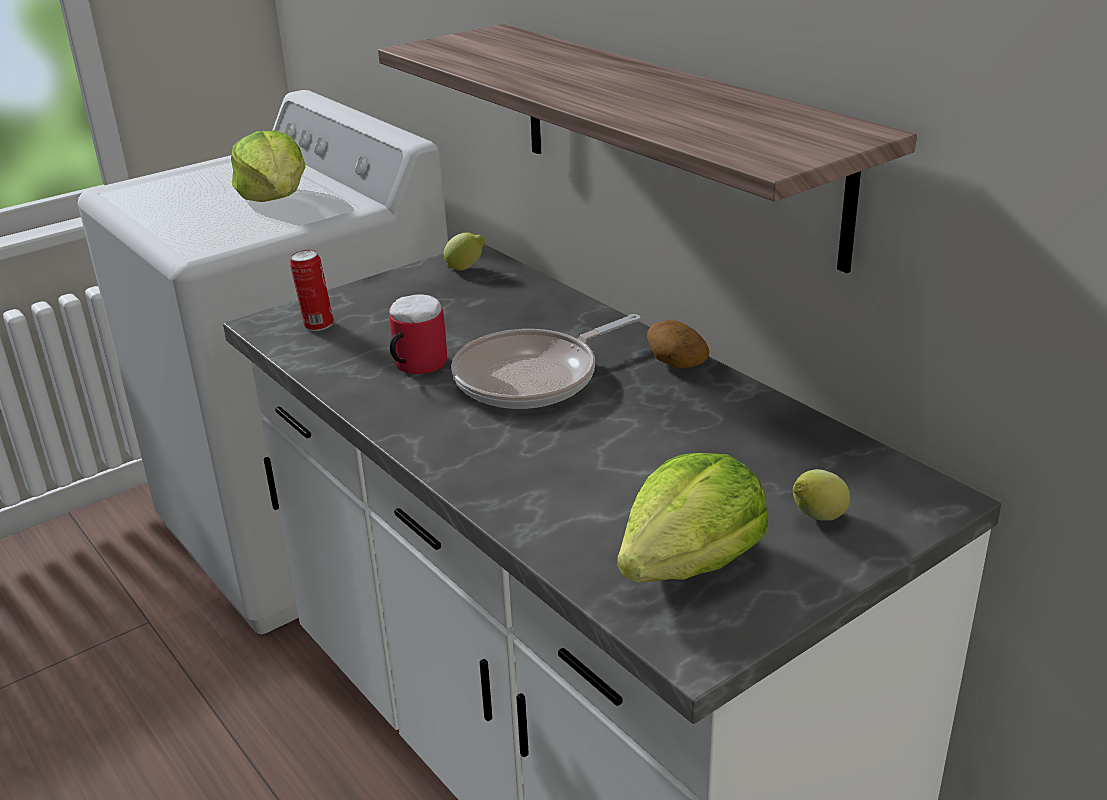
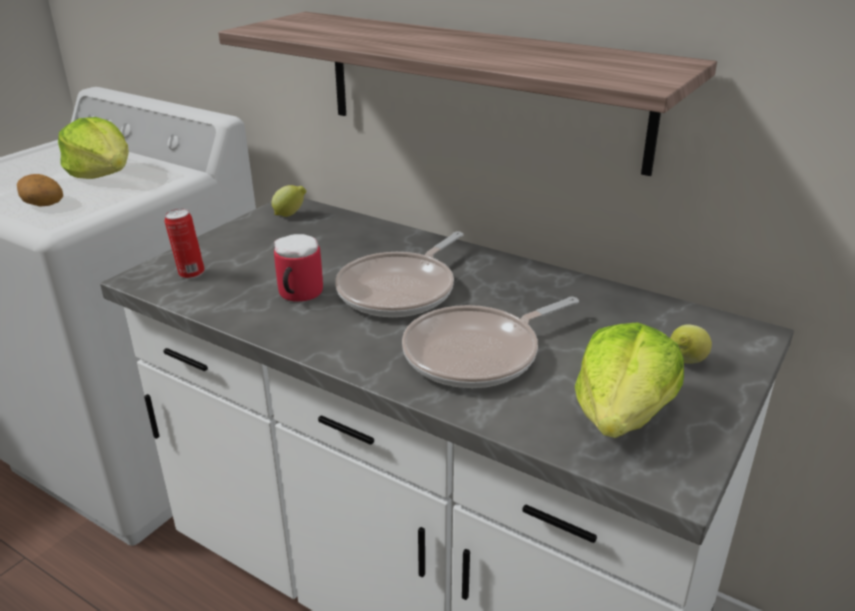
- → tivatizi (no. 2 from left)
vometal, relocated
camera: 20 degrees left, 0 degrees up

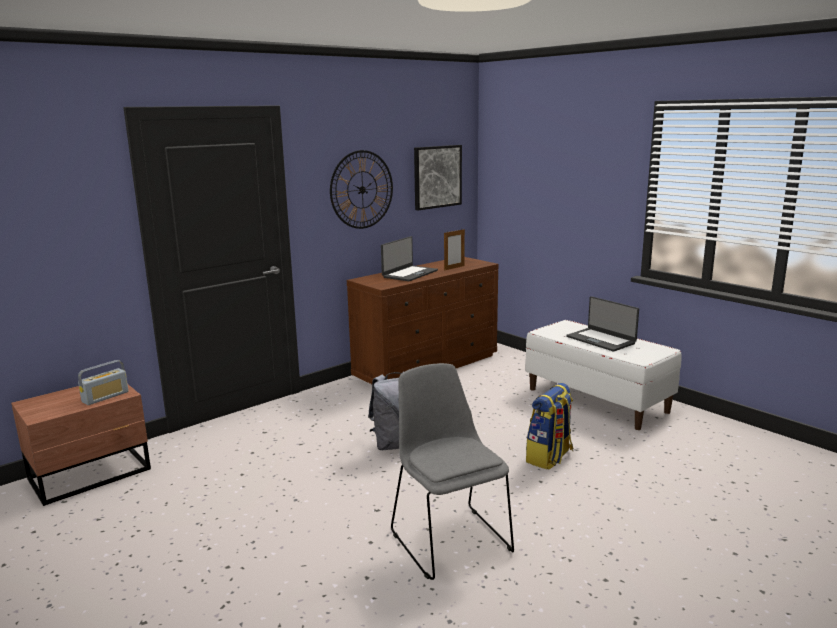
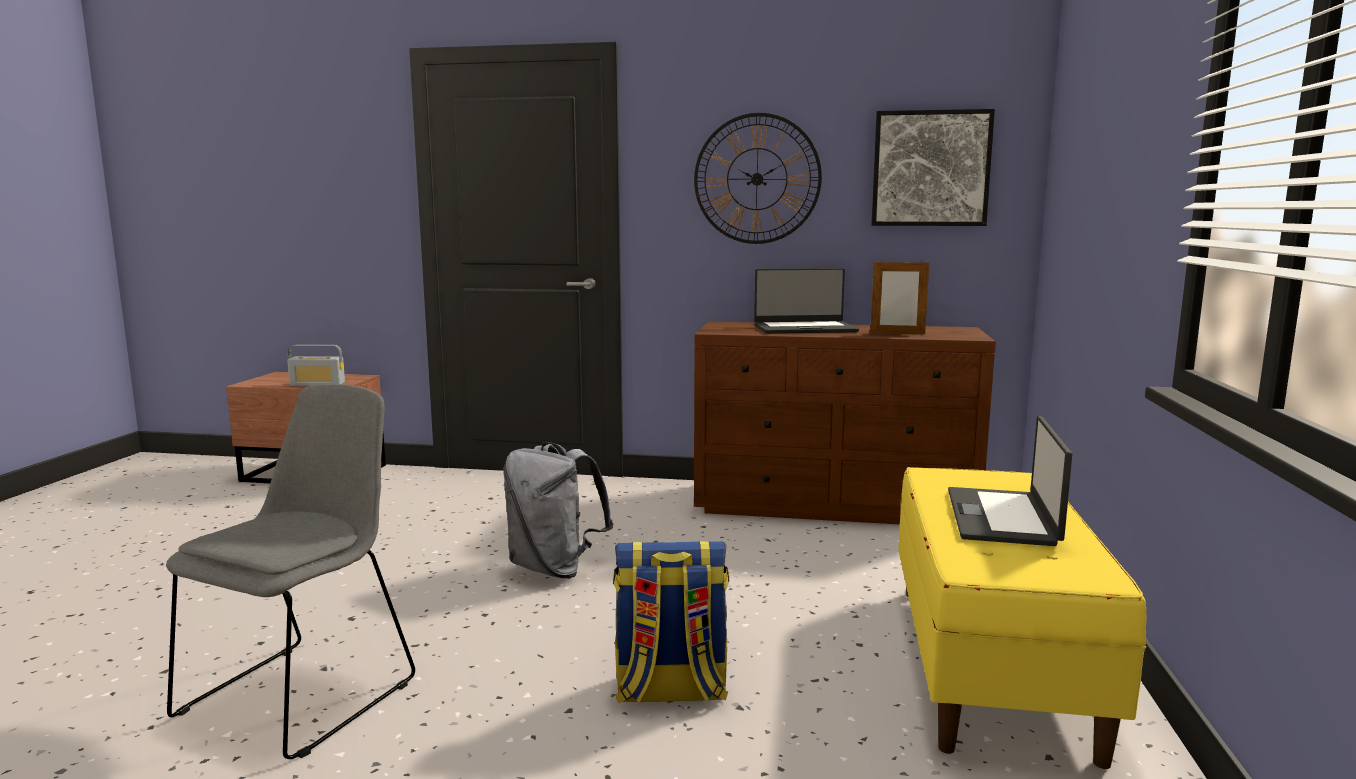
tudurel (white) → tudurel (yellow)
camera: 50 degrees right, 5 degrees down

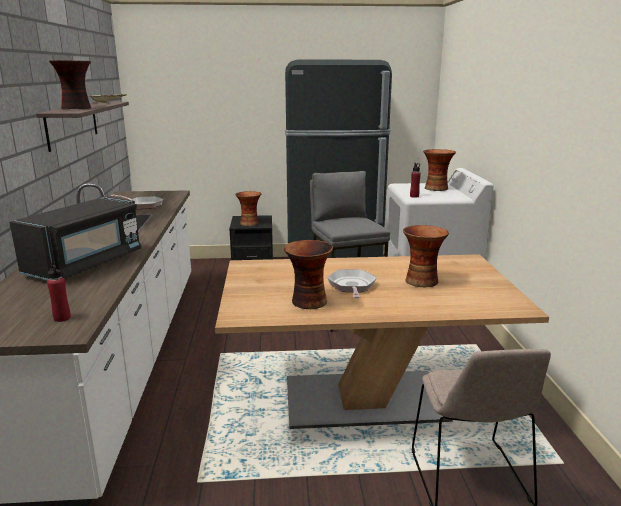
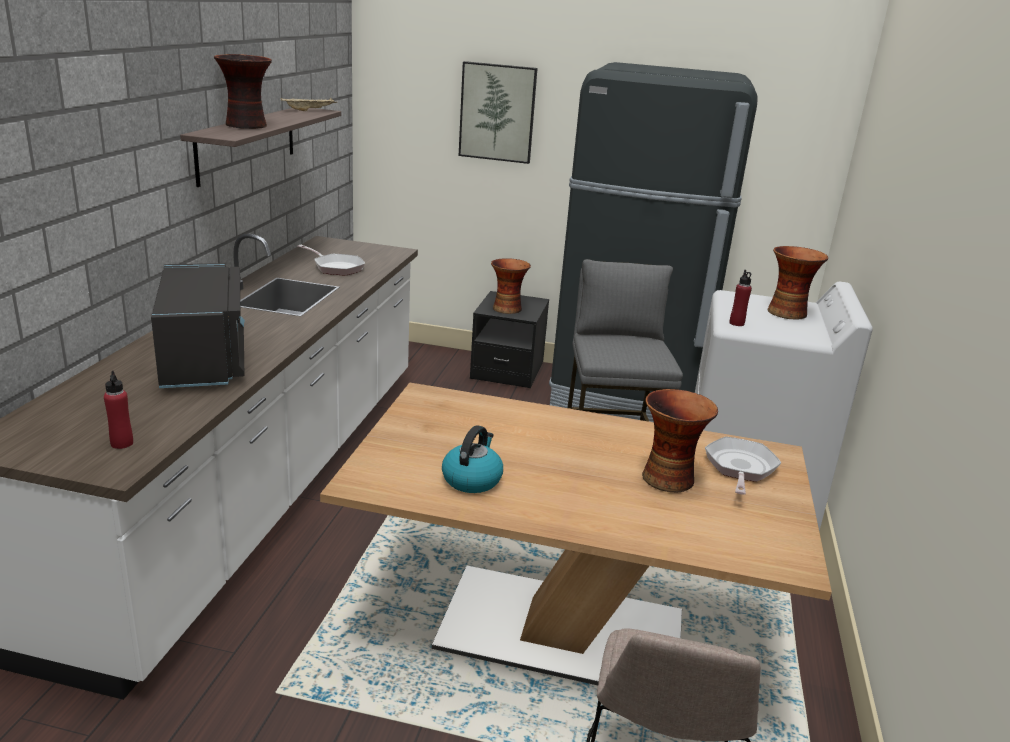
- → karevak
tivatizi (no. 2 from left), relocated
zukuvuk (no. 3 from left) → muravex
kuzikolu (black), 60 degrees counterclockwise
camera: 15 degrees right, 5 degrees up

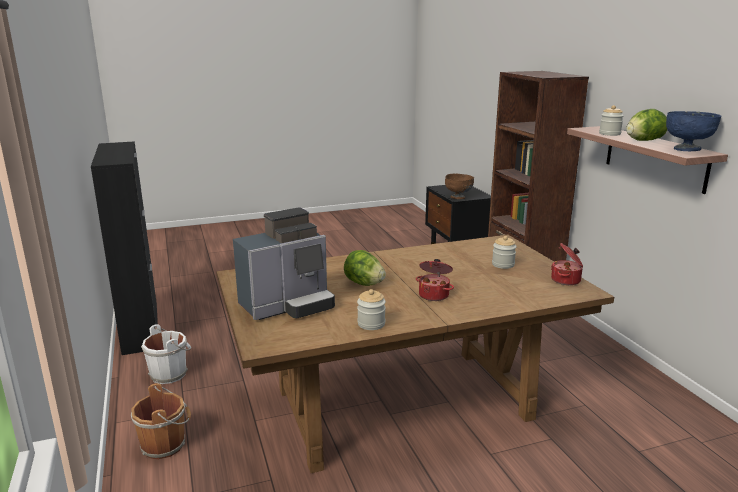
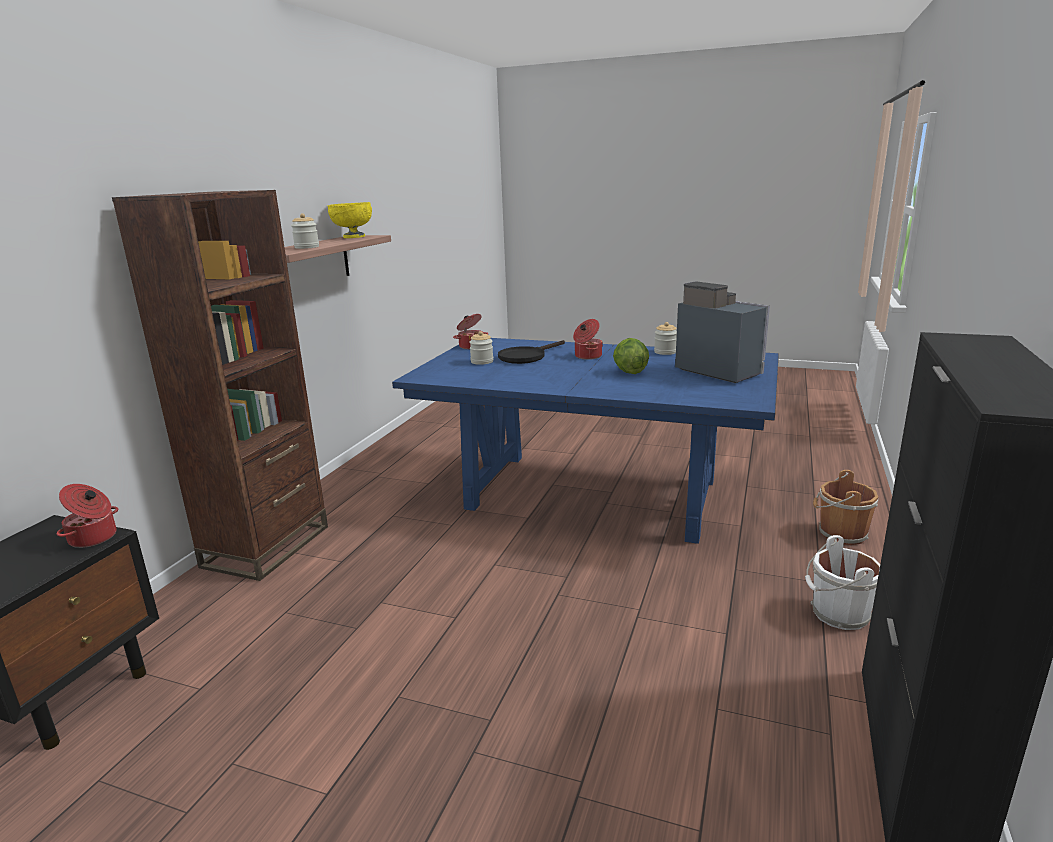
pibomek (no. 2 from left) → -
- → tivatizi (black)
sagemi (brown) → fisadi (no. 1 from left)
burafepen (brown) → burafepen (blue)
sagemi (blue) → sagemi (yellow)
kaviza, 45 degrees clockwise
camera: 140 degrees left, 0 degrees up

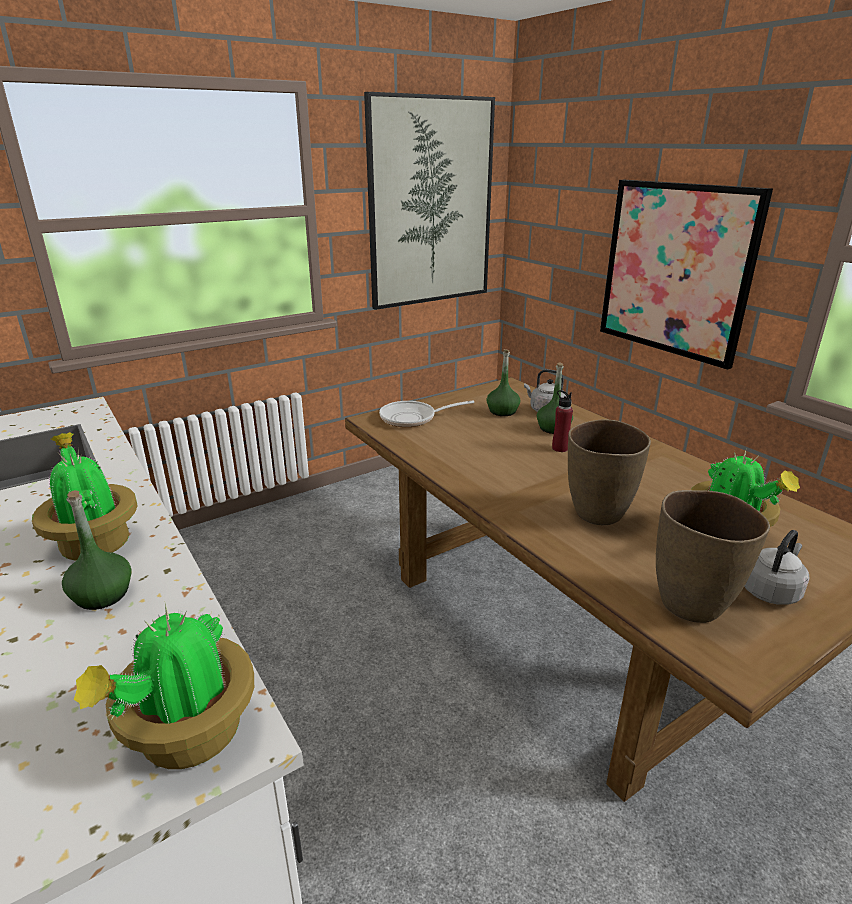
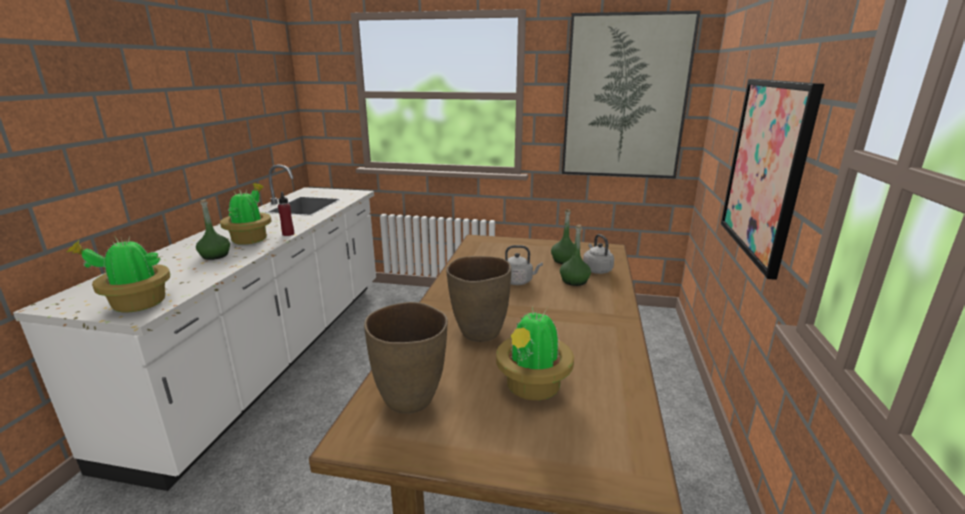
tivatizi → -
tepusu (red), relocated
muravex (grey) (no. 2 from left in the first image) → muravex (grey) (no. 1 from left), relocated
camera: 45 degrees right, 5 degrees down

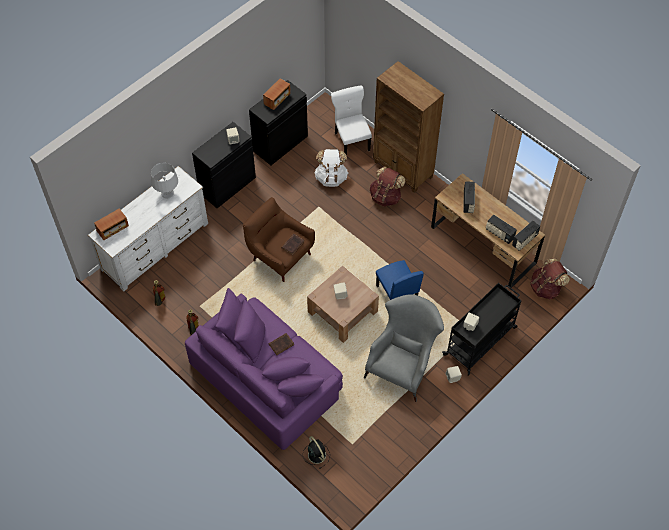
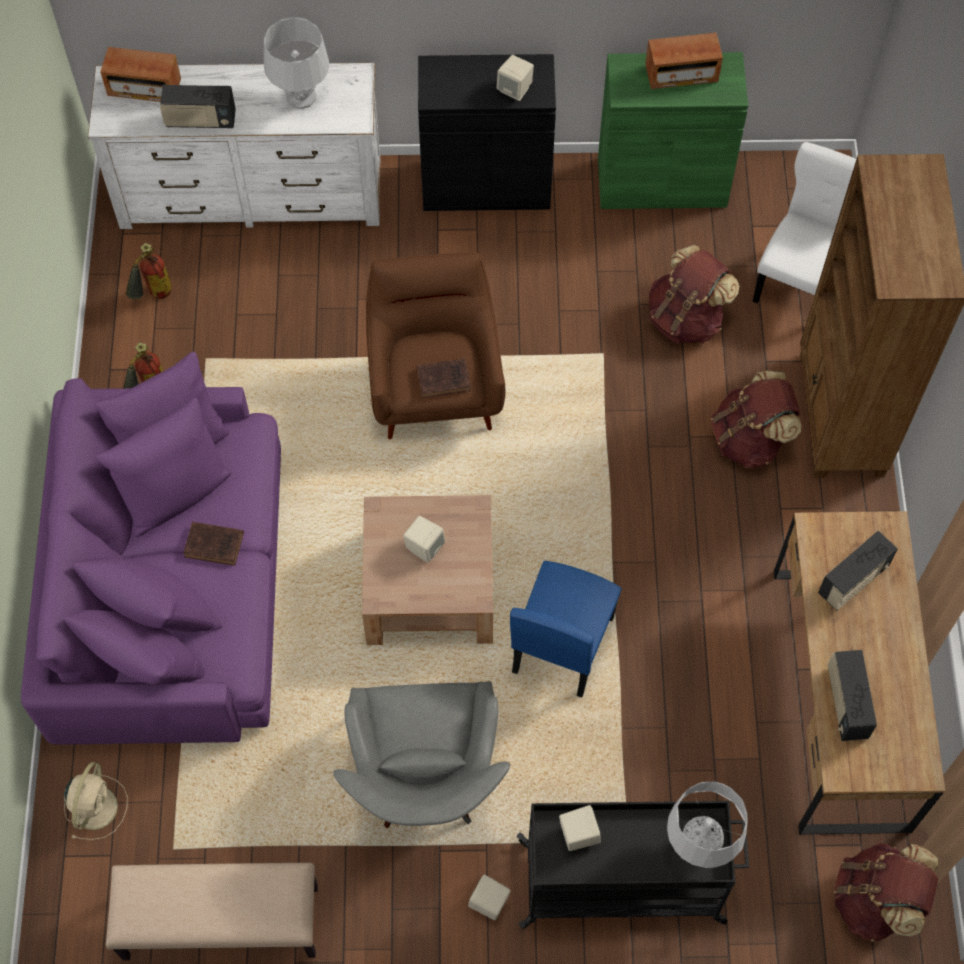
- → tudurel (beige)
- → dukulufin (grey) (no. 2 from left)
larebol (no. 5 from left in the first image) → larebol (no. 2 from left), relocated
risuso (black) (no. 2 from left) → risuso (green)
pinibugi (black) → pinibugi (beige)
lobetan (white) → lobetan (brown) (no. 1 from left)
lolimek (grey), 105 degrees clockwise
camera: 45 degrees right, 5 degrees up

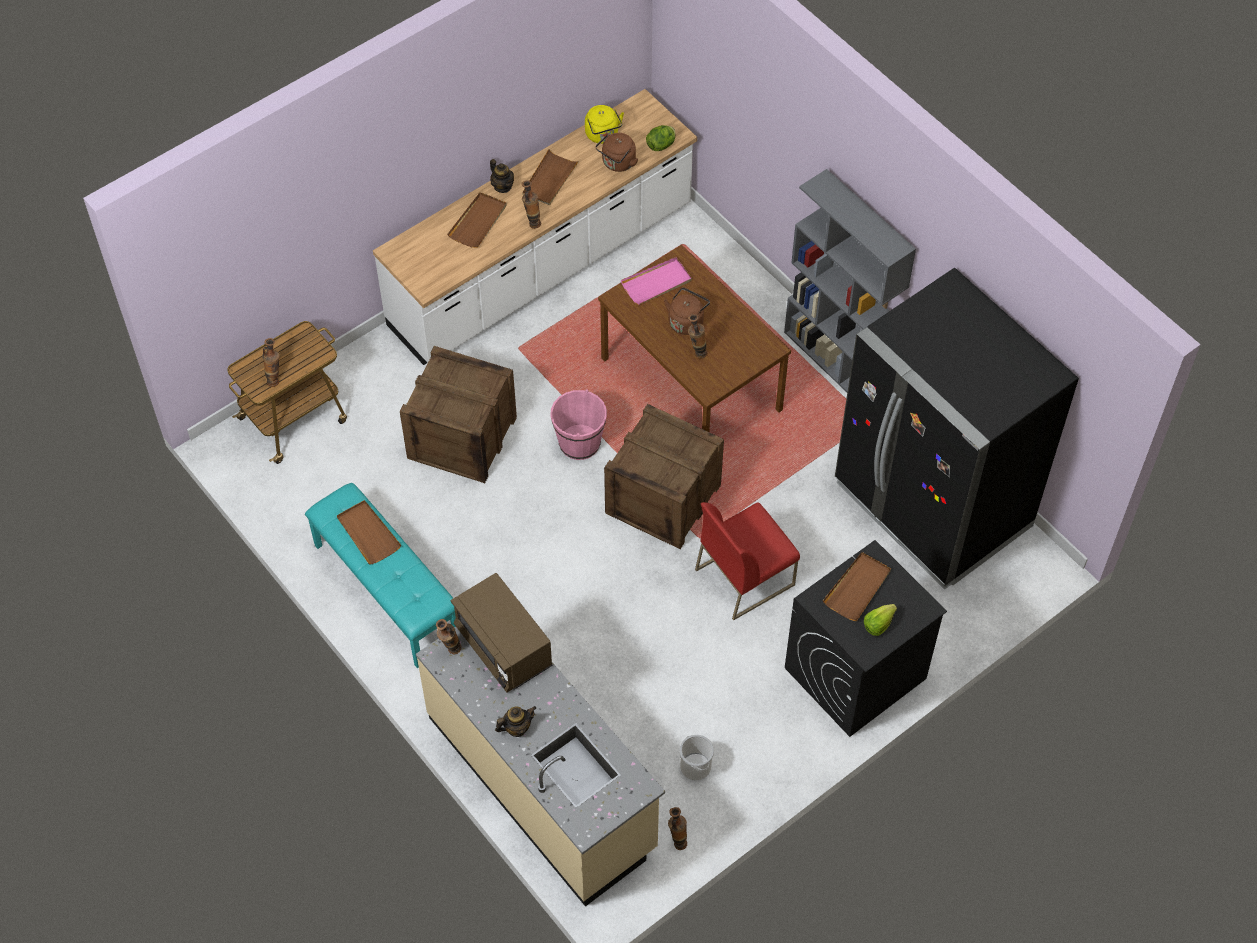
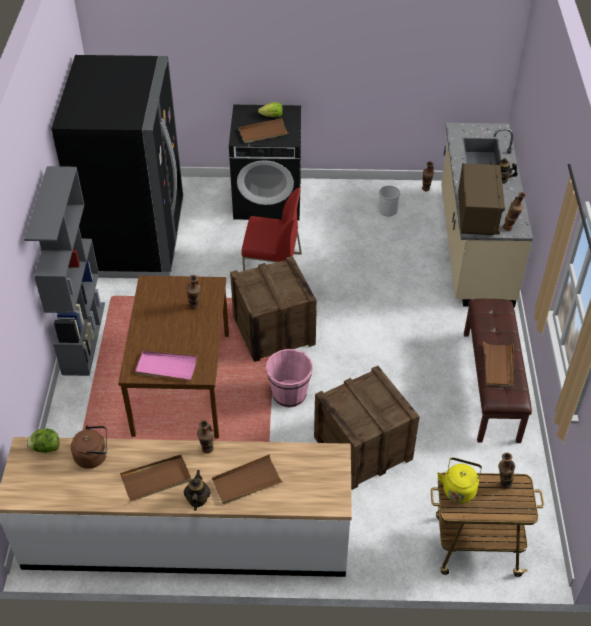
muravex (brown) (no. 2 from left) → -
muravex (yellow), relocated
tudurel (turquoise) → tudurel (brown)
camera: 140 degrees left, 10 degrees down

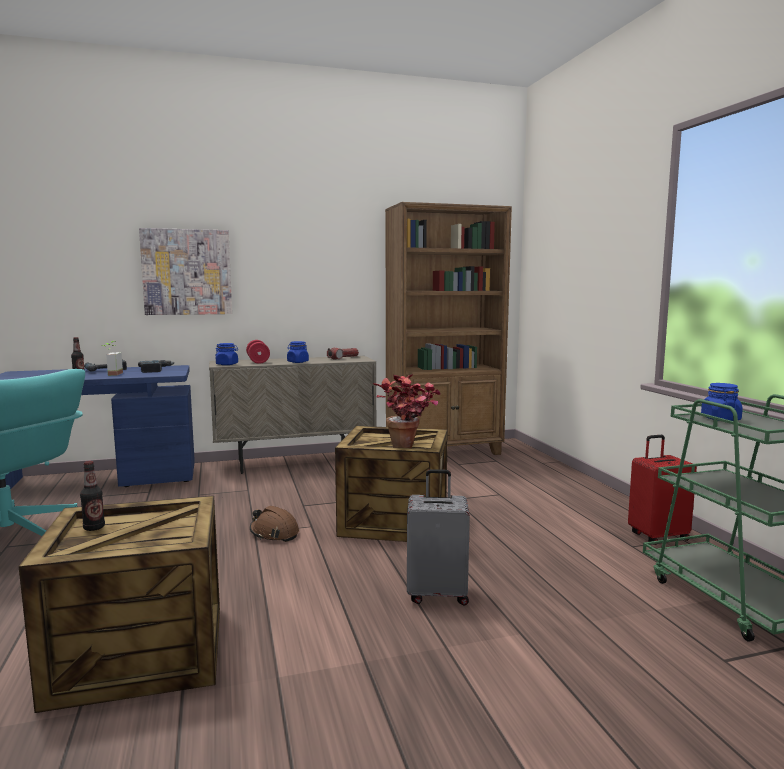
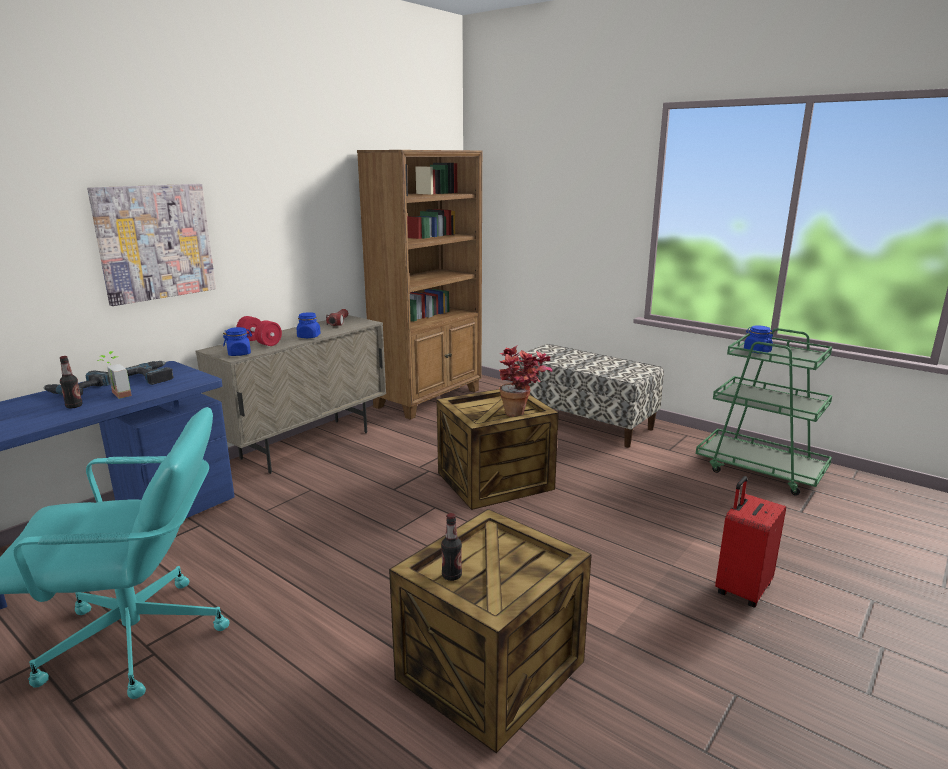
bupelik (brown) → -
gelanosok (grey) → -
- → tudurel
gelanosok (red), relocated
camera: 35 degrees left, 10 degrees up

